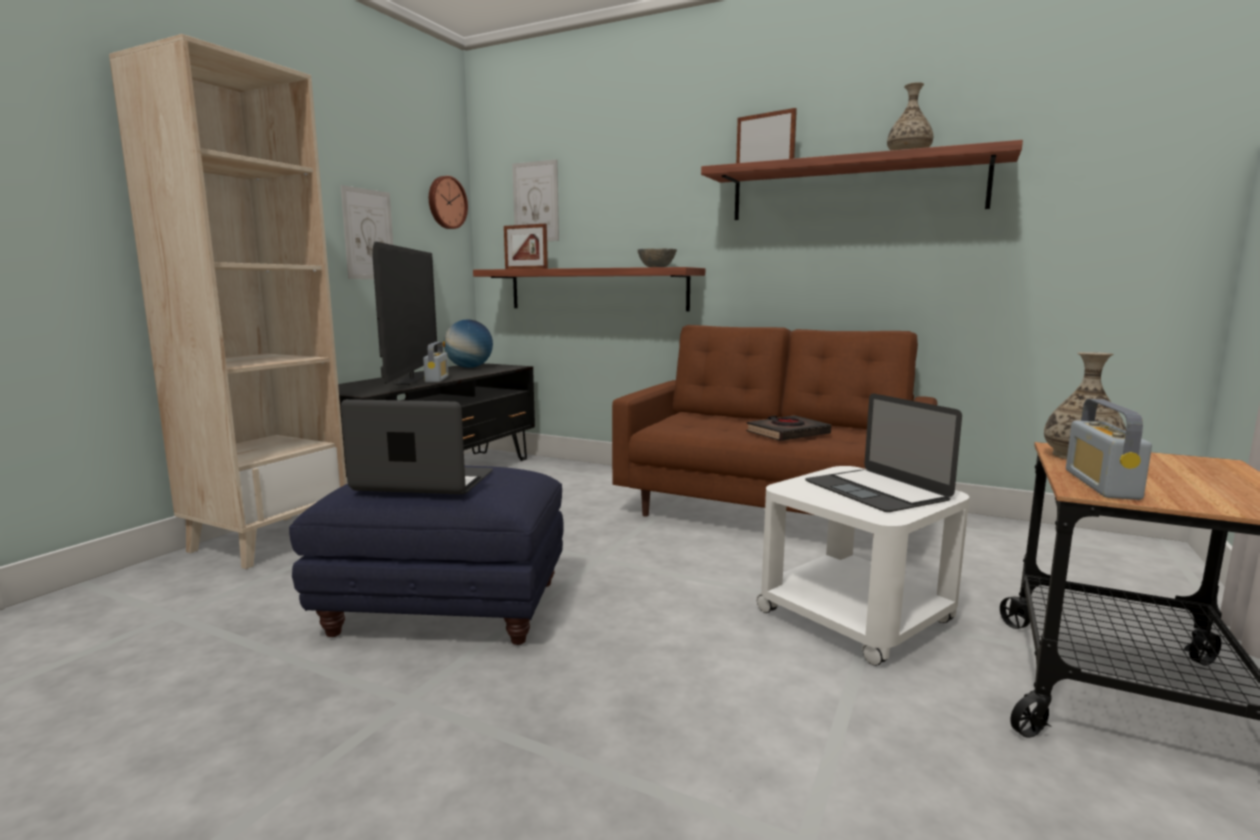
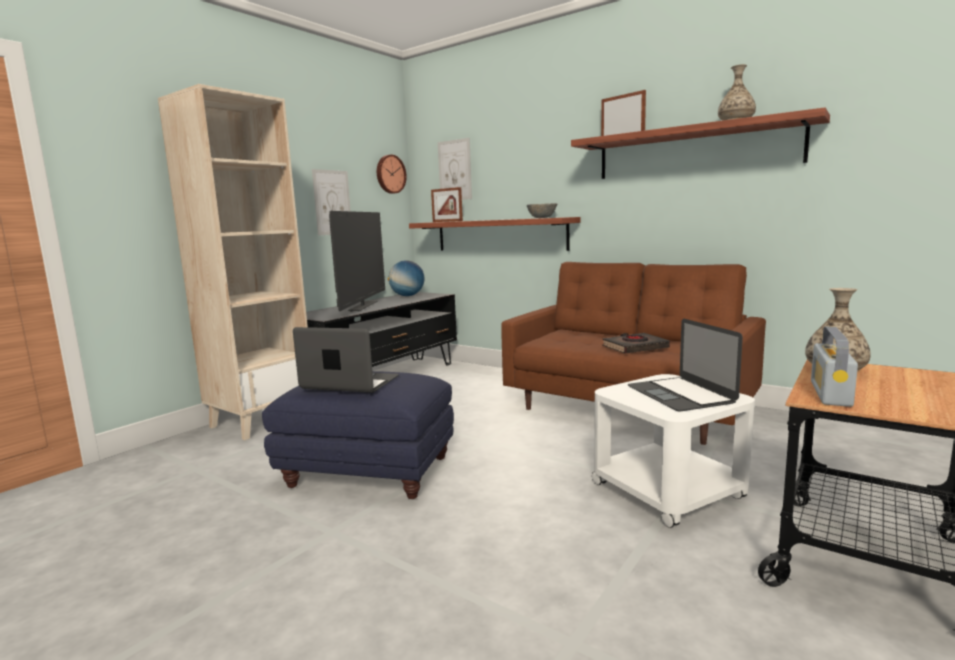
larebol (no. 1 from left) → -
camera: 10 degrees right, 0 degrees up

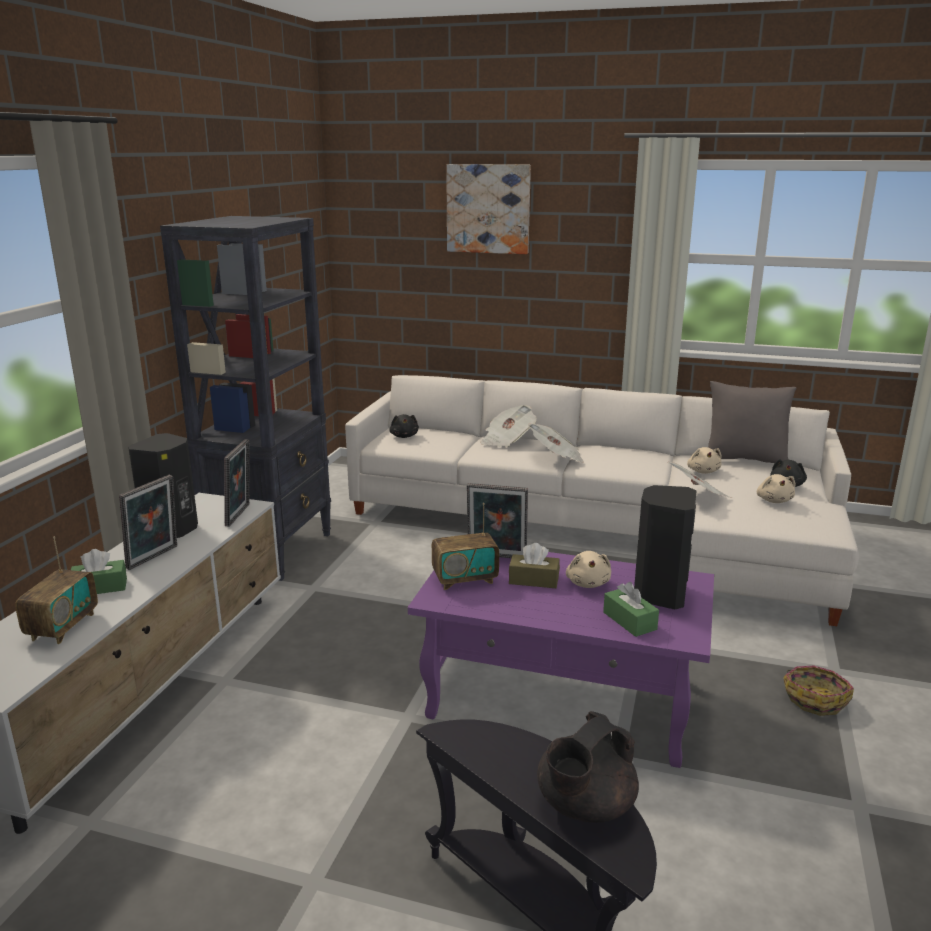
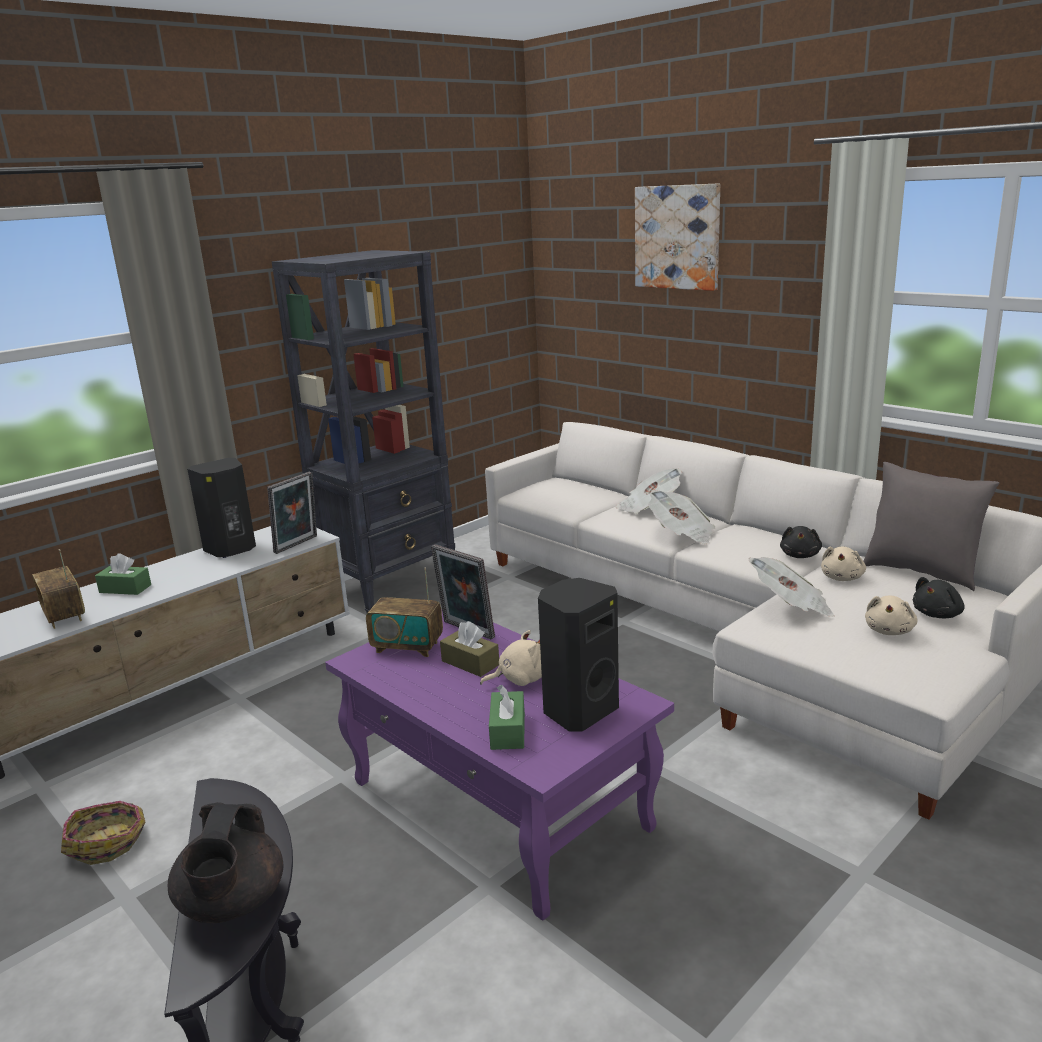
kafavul (no. 1 from left) → -
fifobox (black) (no. 1 from left), relocated
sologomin, relocated
larebol (no. 1 from left), 105 degrees clockwise
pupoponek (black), 75 degrees counterclockwise
fifobox (beige) (no. 1 from left), 135 degrees counterclockwise
camera: 30 degrees right, 0 degrees up

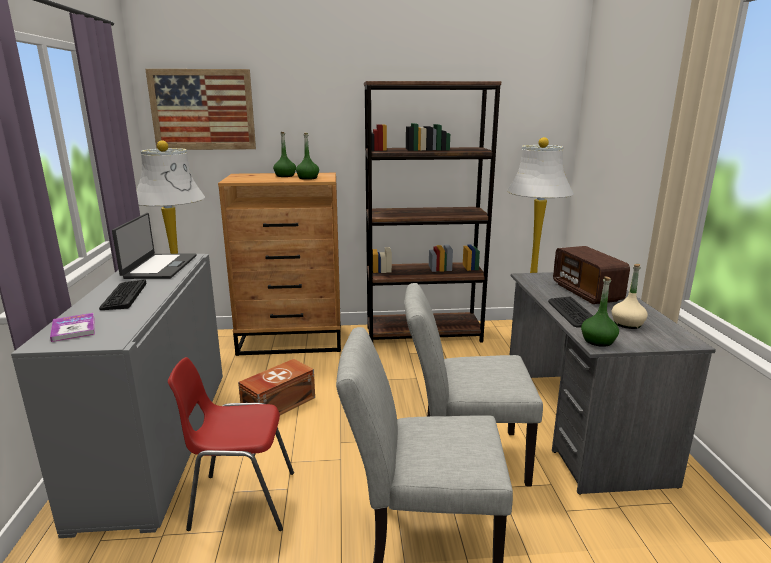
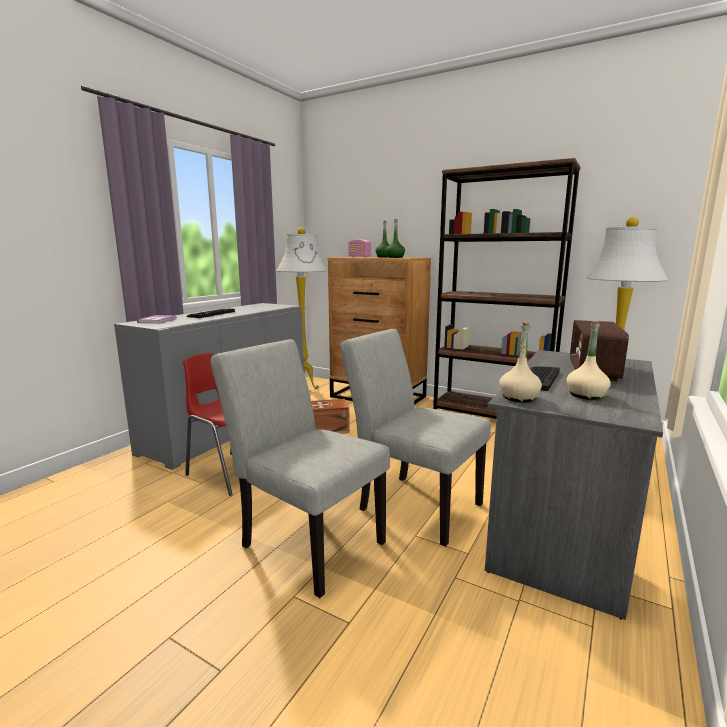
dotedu → -
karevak → -
- → larebol (no. 1 from left)
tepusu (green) (no. 3 from left) → tepusu (beige) (no. 1 from left)
camera: 35 degrees right, 5 degrees down

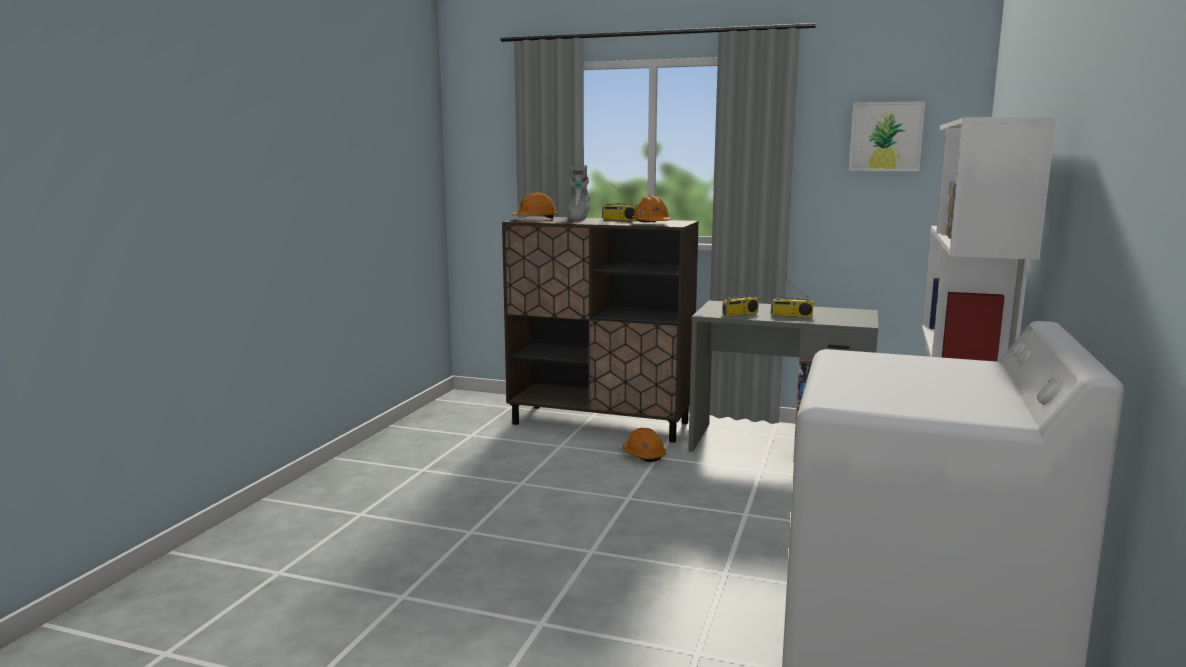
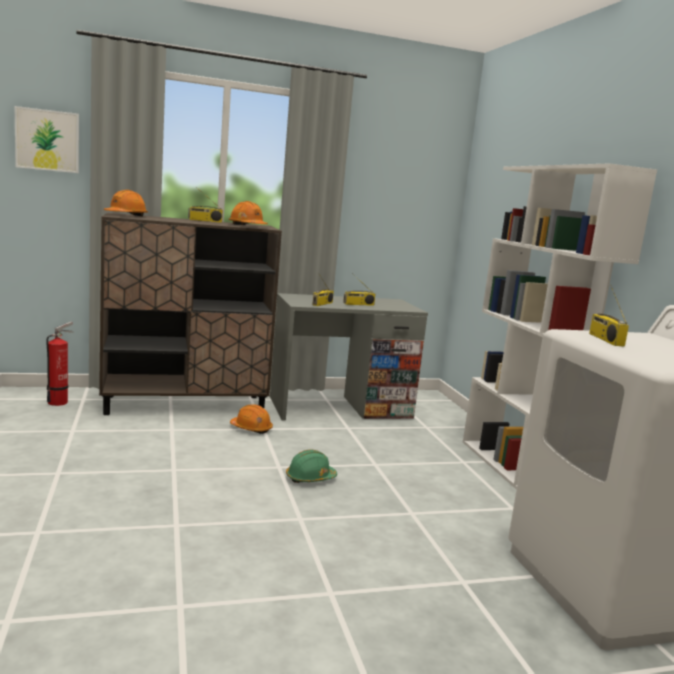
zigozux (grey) → -
- → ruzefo
- → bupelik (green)
- → larebol (no. 4 from left)
karevak, relocated
camera: 35 degrees left, 0 degrees up

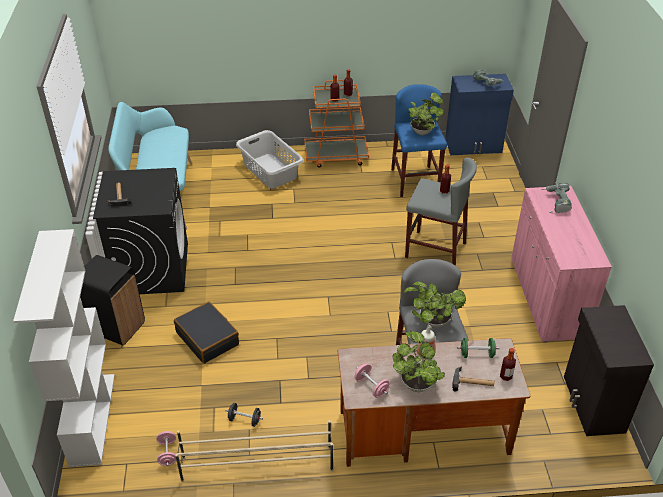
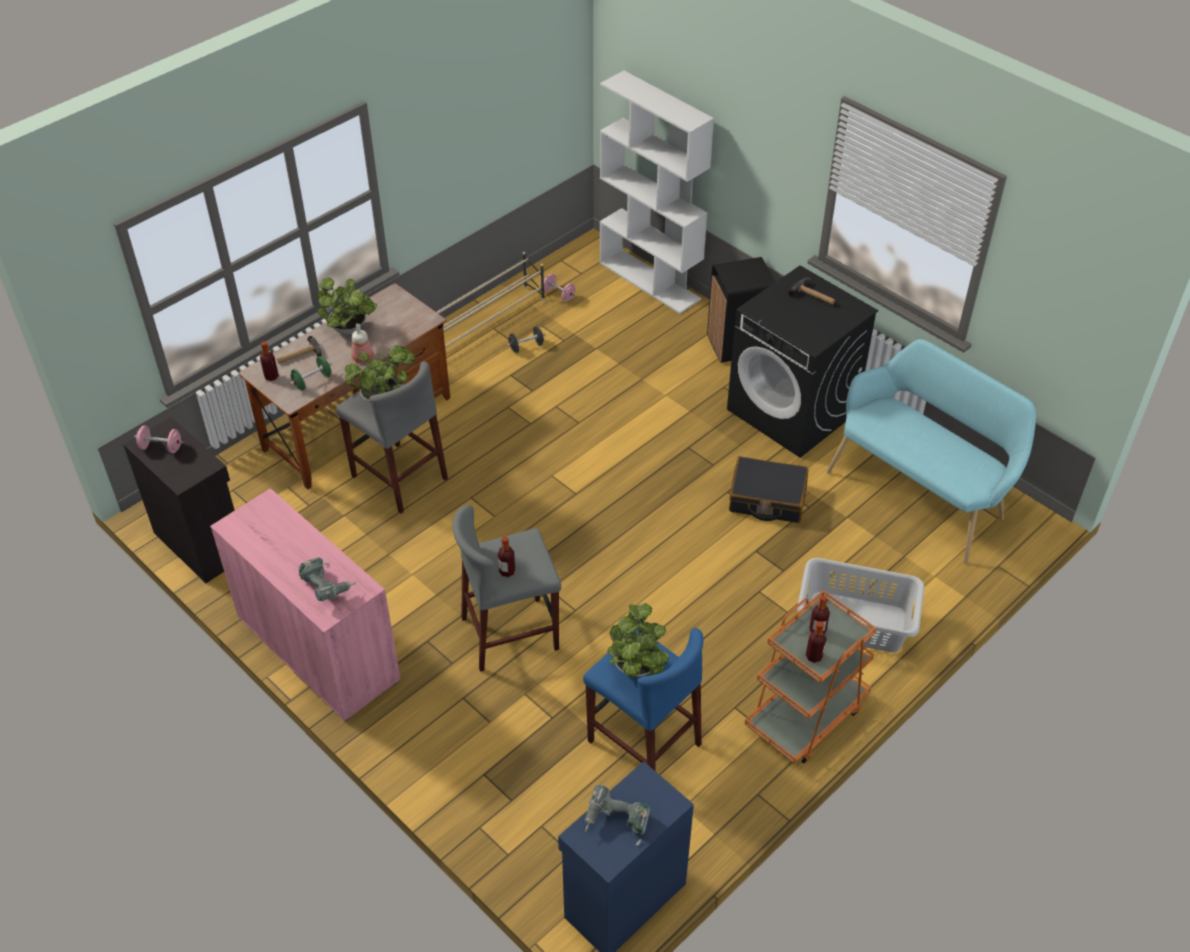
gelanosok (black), relocated
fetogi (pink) (no. 2 from left in the first image) → fetogi (pink) (no. 1 from left), relocated
camera: 140 degrees right, 5 degrees up

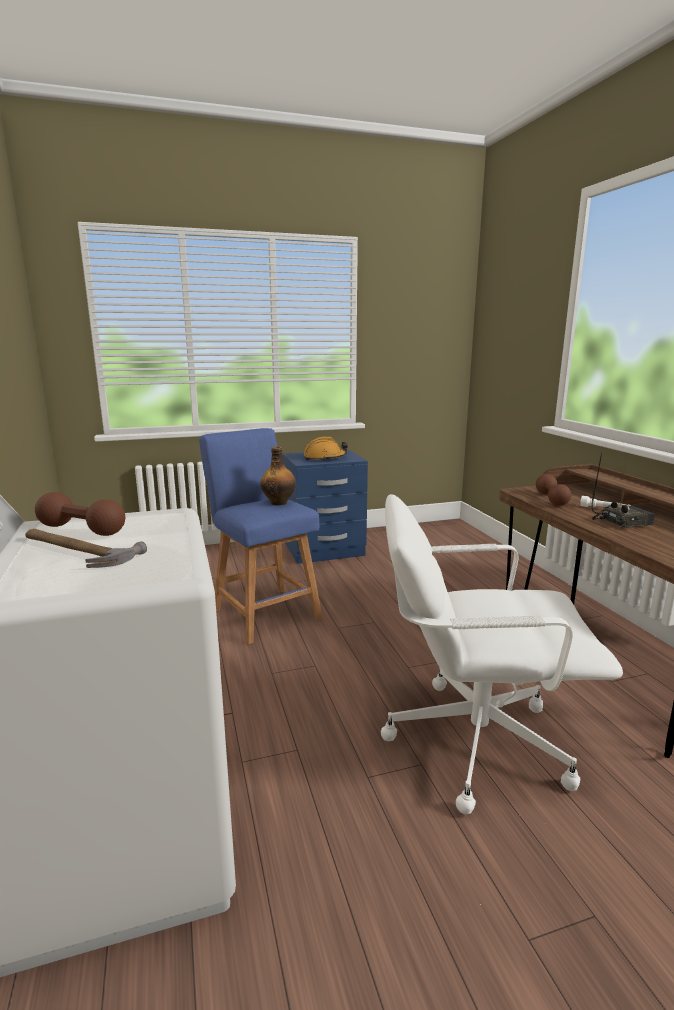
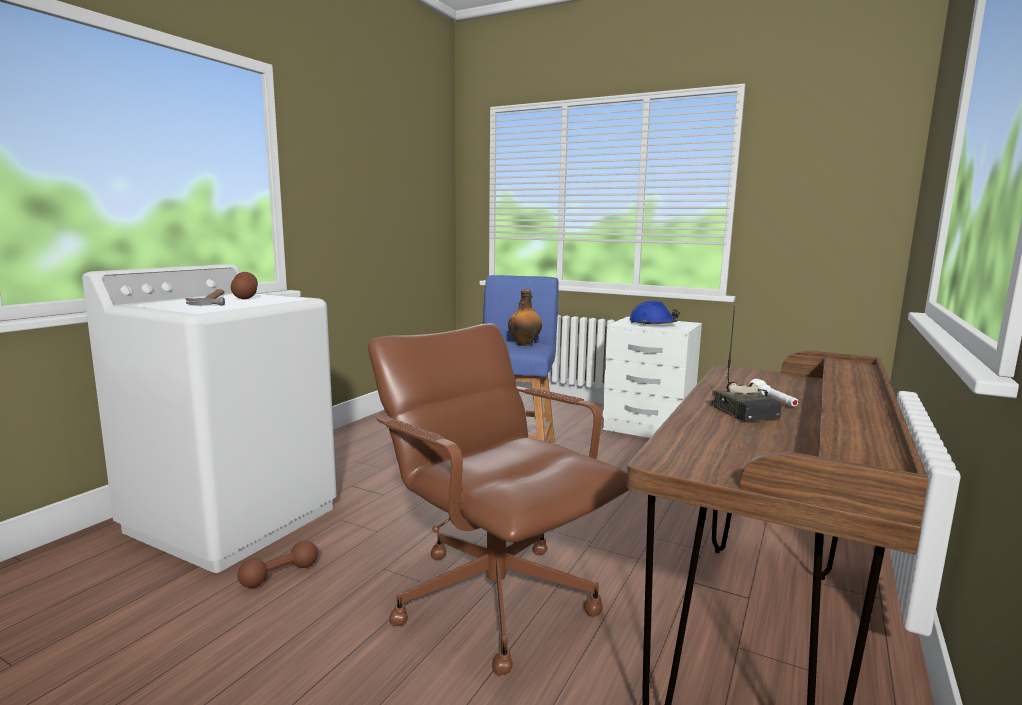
fetogi (brown) (no. 2 from left), relocated
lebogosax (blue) → lebogosax (white)
bupelik (orange) → bupelik (blue)
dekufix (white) → dekufix (brown)
larebol, 45 degrees clockwise
camera: 45 degrees right, 5 degrees down

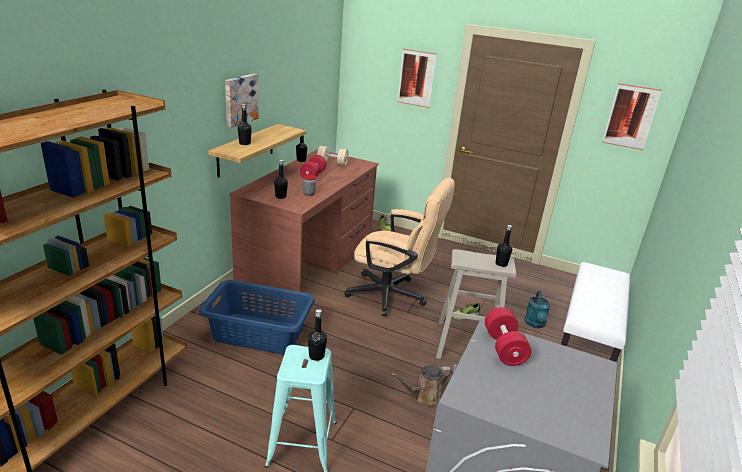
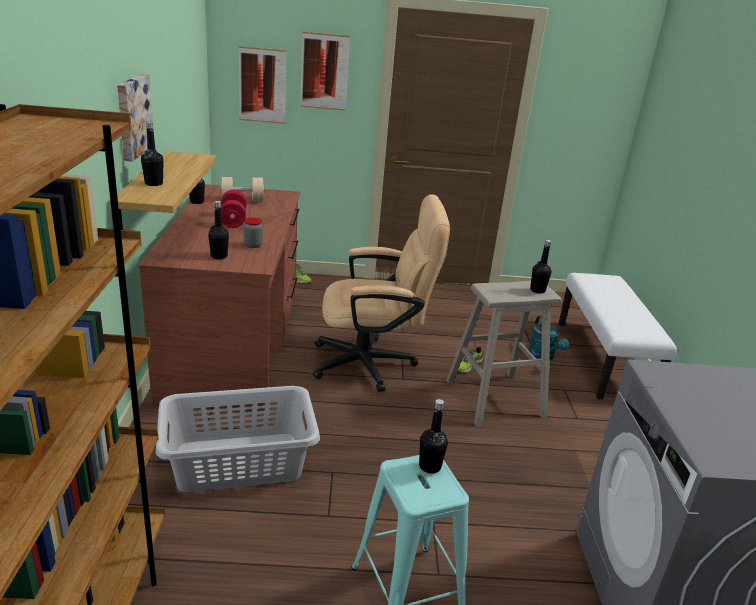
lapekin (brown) → -
fetogi (red) (no. 2 from left) → -
karevak (no. 3 from left in the first image) → karevak (no. 2 from left), relocated
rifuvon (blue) → rifuvon (grey)
camera: 25 degrees left, 0 degrees up

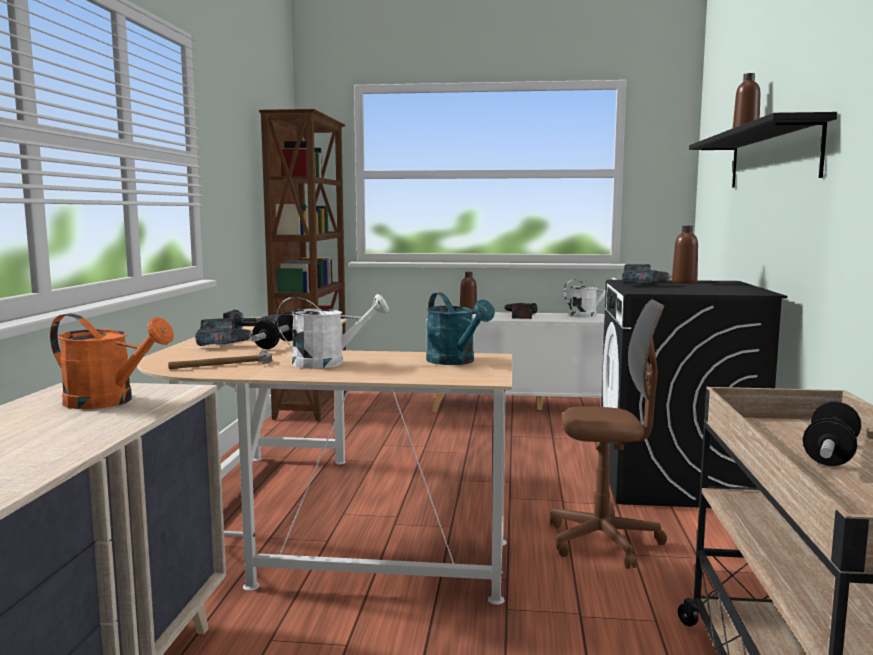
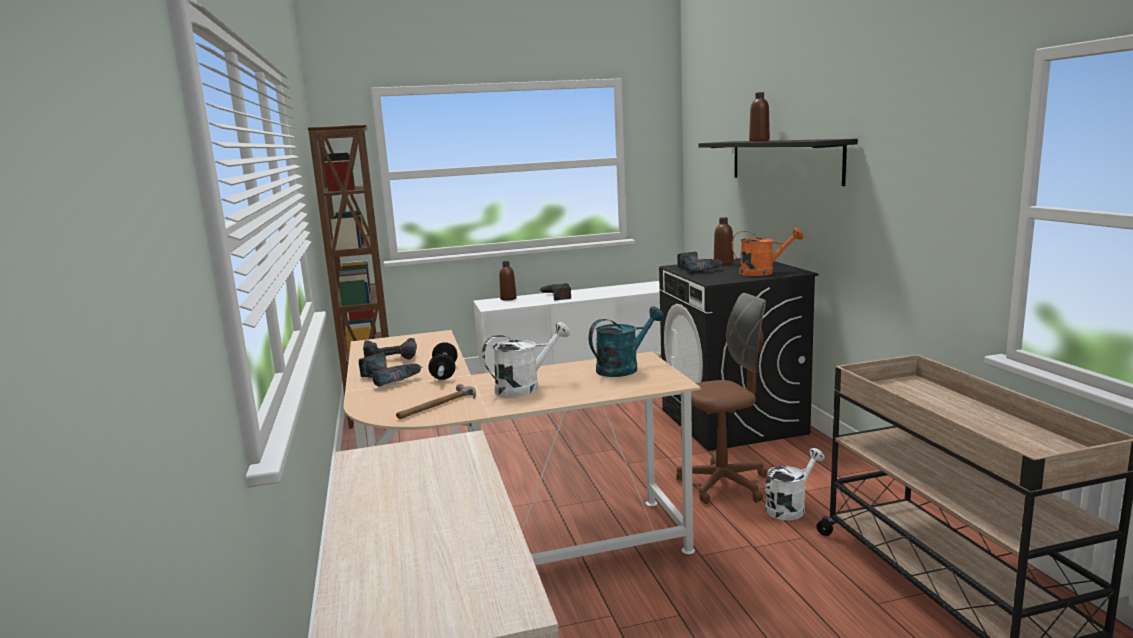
fetogi (no. 2 from left) → -
lapekin (orange), relocated
lapekin (white) (no. 2 from left), relocated
lapekin (turquoise), 75 degrees counterclockwise
camera: 20 degrees left, 5 degrees up

